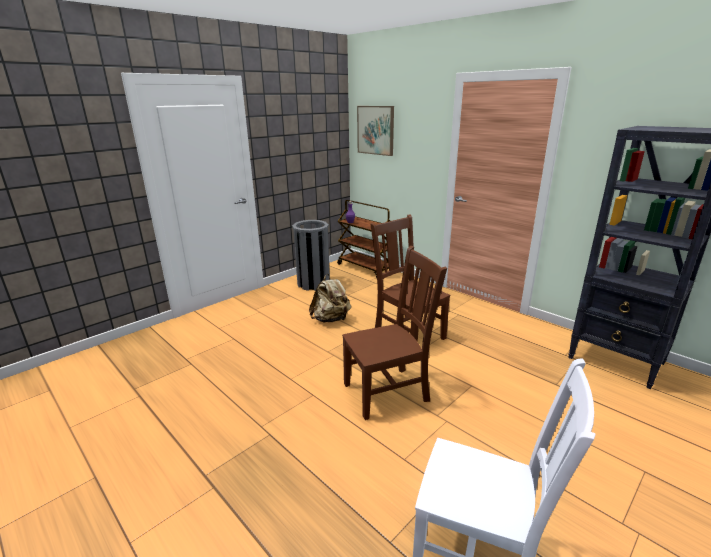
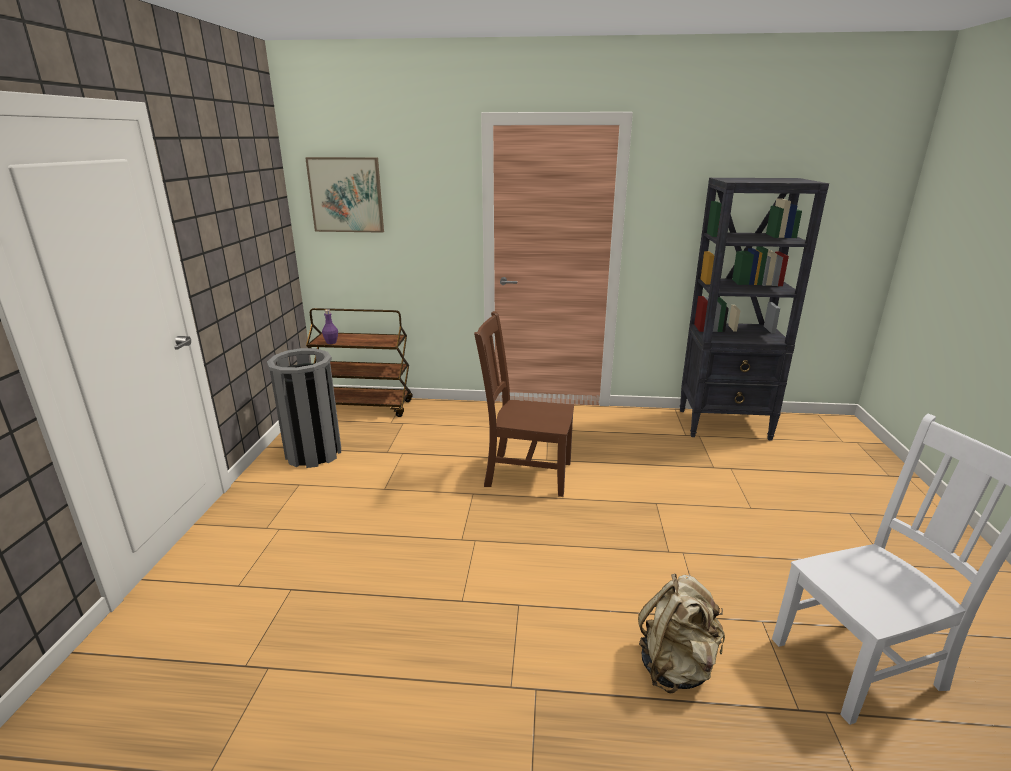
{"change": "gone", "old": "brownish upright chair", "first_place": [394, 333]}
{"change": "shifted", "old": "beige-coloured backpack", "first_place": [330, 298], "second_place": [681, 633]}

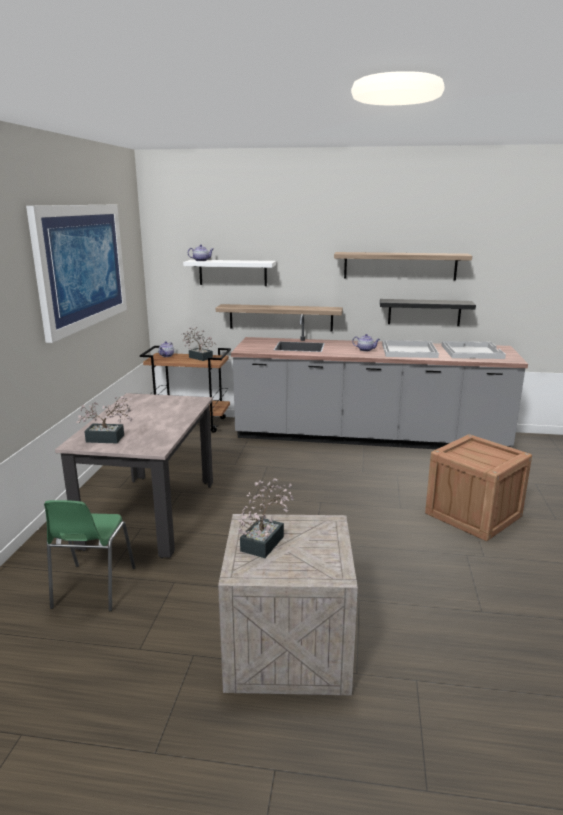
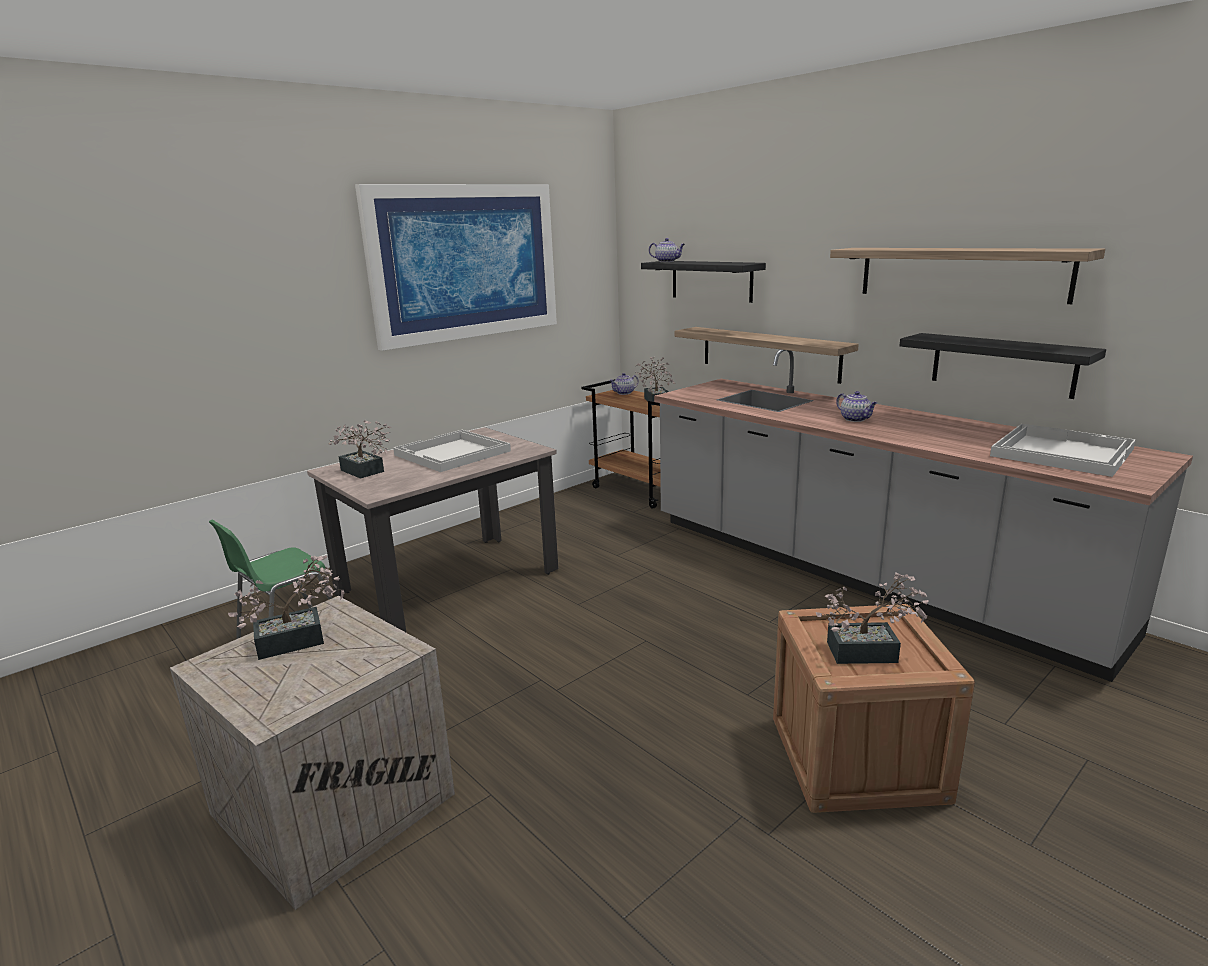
{"change": "new", "new": "plant in a pot", "second_place": [872, 618]}
{"change": "shifted", "old": "white tray", "first_place": [410, 349], "second_place": [452, 451]}
{"change": "repainted", "old": "white shelf", "new": "blackish shelf", "first_place": [229, 273], "second_place": [703, 282]}

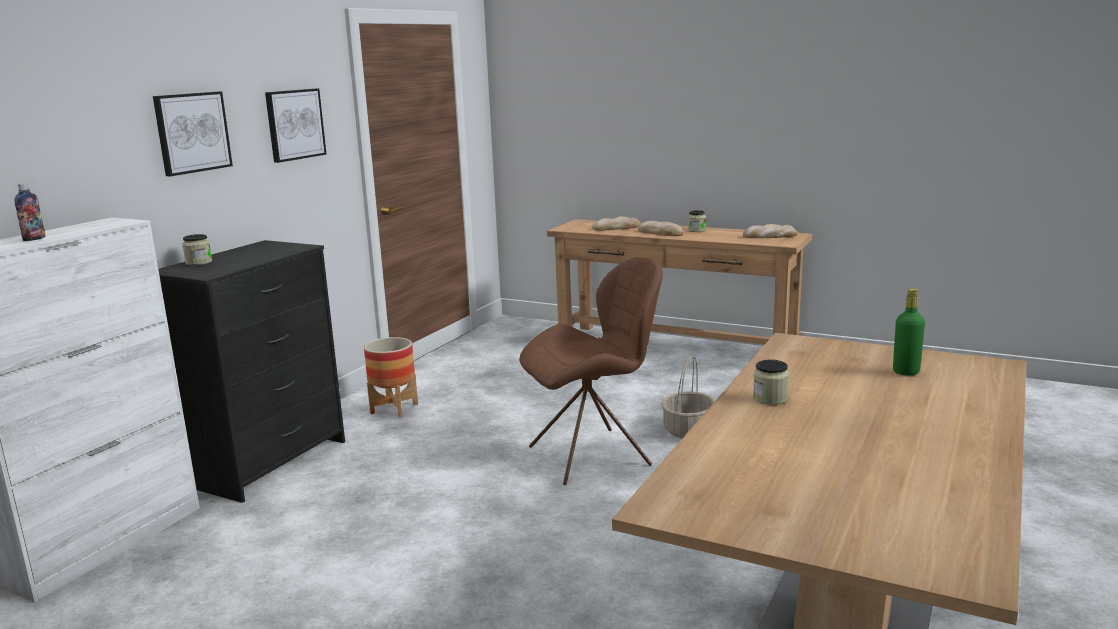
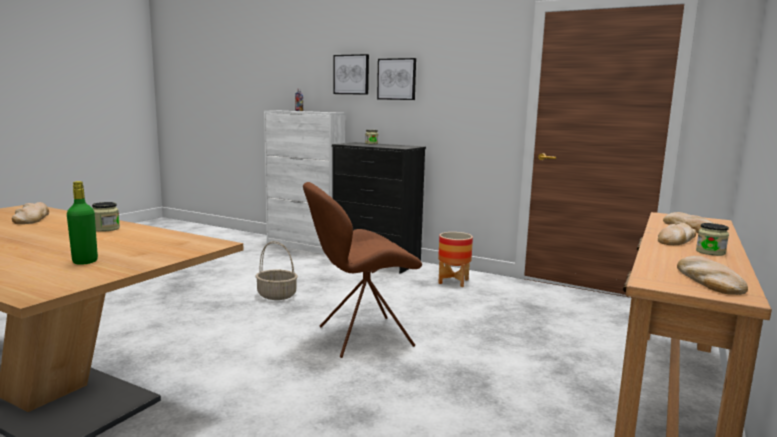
{"change": "new", "new": "baked bread", "second_place": [30, 213]}
{"change": "shifted", "old": "wall picture", "first_place": [296, 126], "second_place": [351, 74]}
{"change": "shifted", "old": "basket", "first_place": [688, 396], "second_place": [276, 270]}
{"change": "rotated", "old": "brownish upright chair", "first_place": [591, 371], "second_place": [362, 270], "degrees": 90}

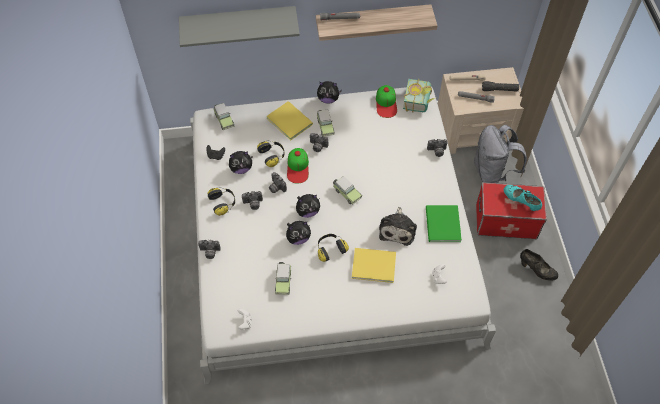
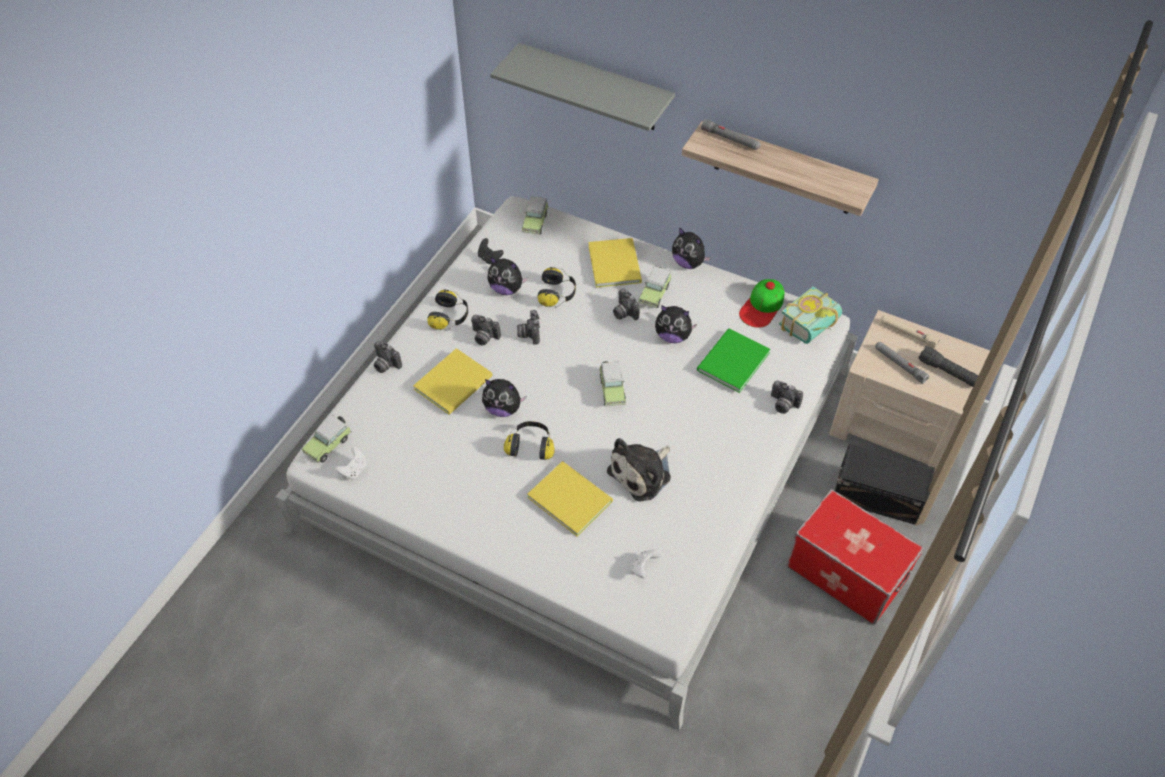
{"change": "gone", "old": "peaked cap", "first_place": [298, 166]}
{"change": "gone", "old": "turquoise shoe", "first_place": [523, 198]}
{"change": "gone", "old": "blackish shoe", "first_place": [539, 265]}
{"change": "new", "new": "yellow-coloured book", "second_place": [453, 381]}
{"change": "shifted", "old": "toy car", "first_place": [283, 278], "second_place": [327, 439]}
{"change": "shifted", "old": "soft toy", "first_place": [308, 206], "second_place": [676, 324]}
{"change": "shifted", "old": "greenish book", "first_place": [444, 223], "second_place": [733, 360]}
{"change": "swapped", "old": "grey backpack", "new": "blackish storage bin", "first_place": [500, 154], "second_place": [885, 484]}

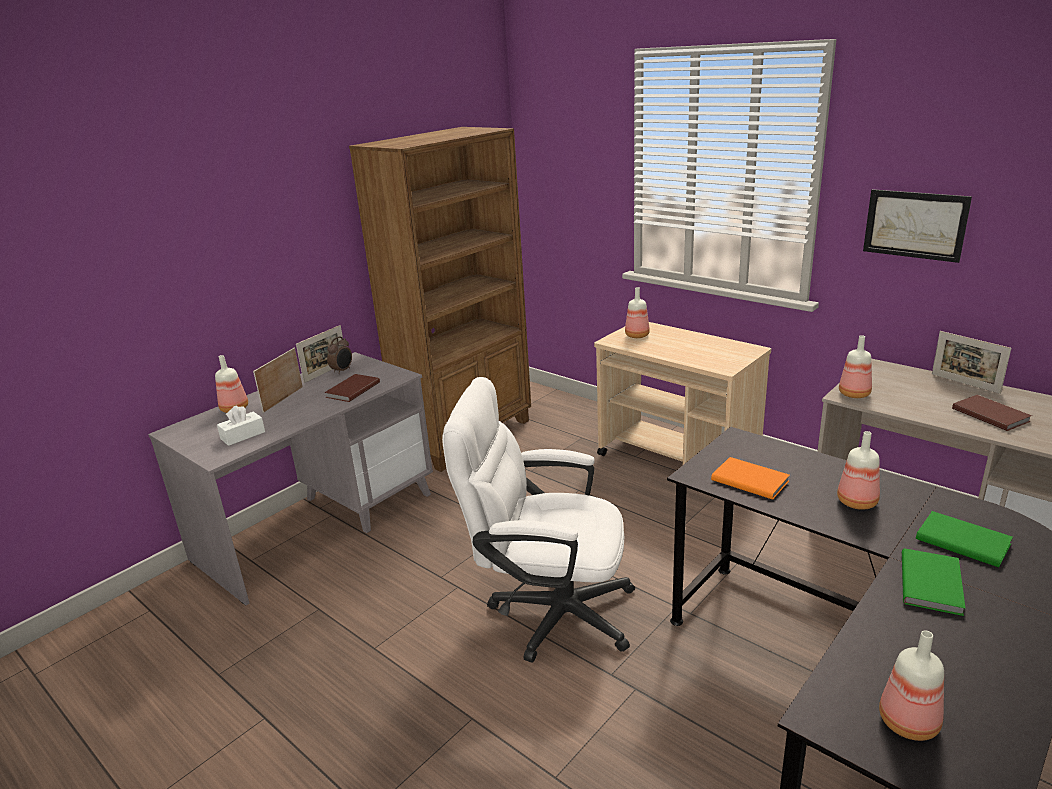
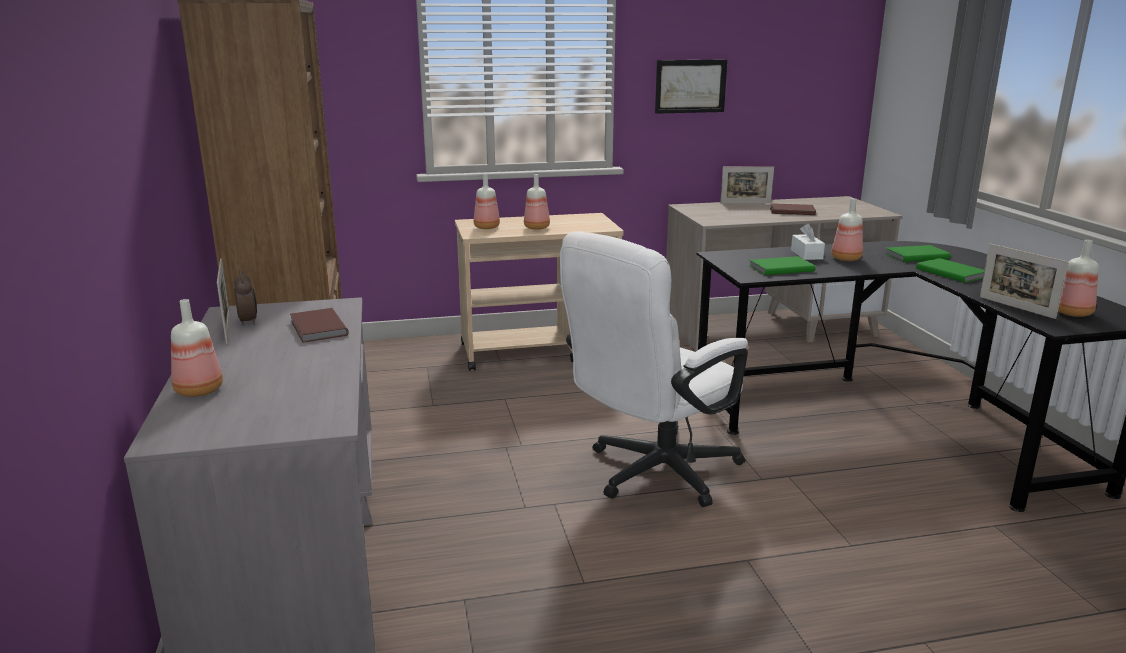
{"change": "shifted", "old": "white tissue holder", "first_place": [241, 425], "second_place": [808, 241]}
{"change": "shifted", "old": "standing frame", "first_place": [278, 380], "second_place": [1024, 281]}
{"change": "shifted", "old": "beverage bottle", "first_place": [855, 366], "second_place": [537, 202]}
{"change": "repainted", "old": "orangey book", "new": "greenish book", "first_place": [750, 478], "second_place": [783, 265]}

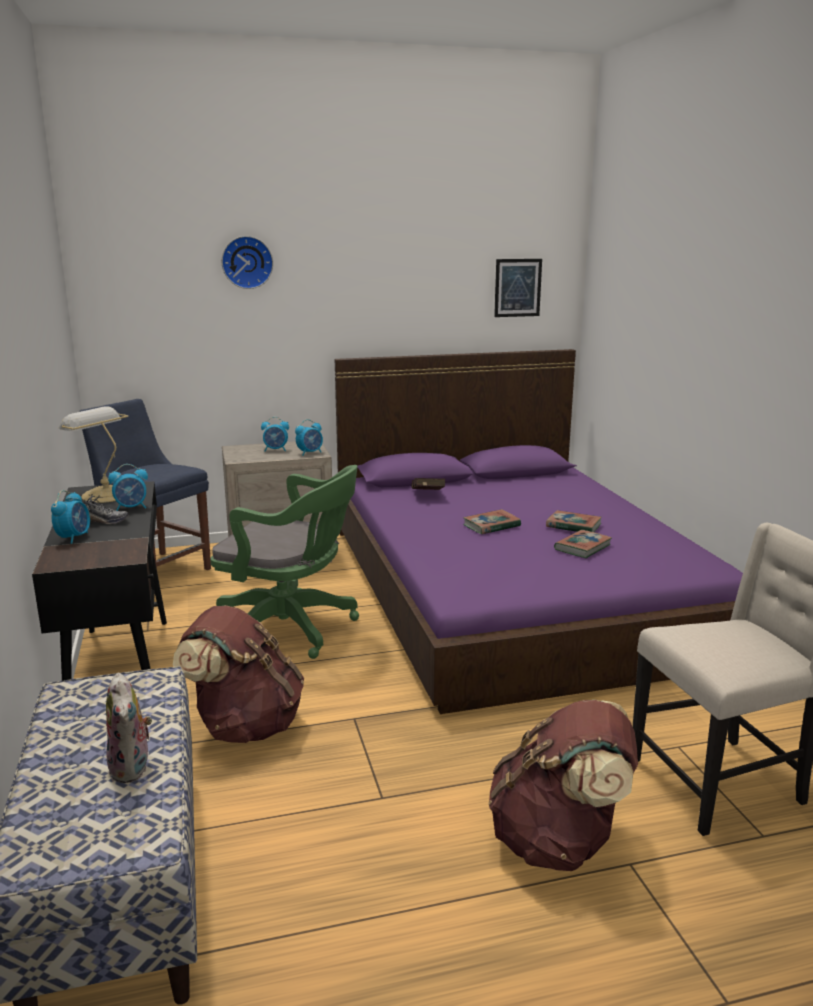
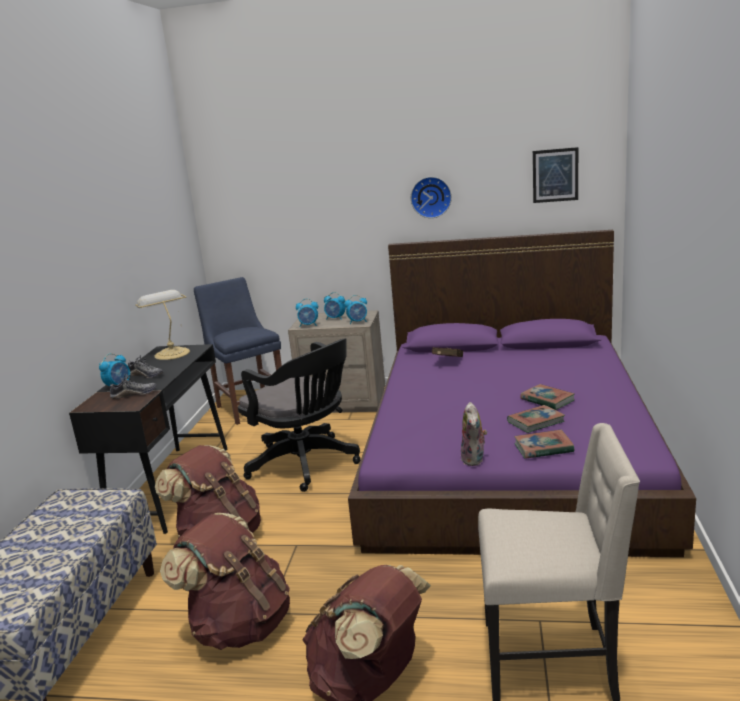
{"change": "new", "new": "shoe", "second_place": [133, 386]}
{"change": "new", "new": "brownish backpack", "second_place": [225, 581]}
{"change": "shifted", "old": "soft toy", "first_place": [129, 728], "second_place": [474, 434]}
{"change": "shifted", "old": "alarm clock", "first_place": [128, 487], "second_place": [307, 313]}
{"change": "shifted", "old": "wall clock", "first_place": [247, 262], "second_place": [431, 197]}
{"change": "shifted", "old": "book", "first_place": [492, 521], "second_place": [544, 444]}
{"change": "repainted", "old": "greenish desk chair", "new": "blackish desk chair", "first_place": [284, 562], "second_place": [299, 415]}

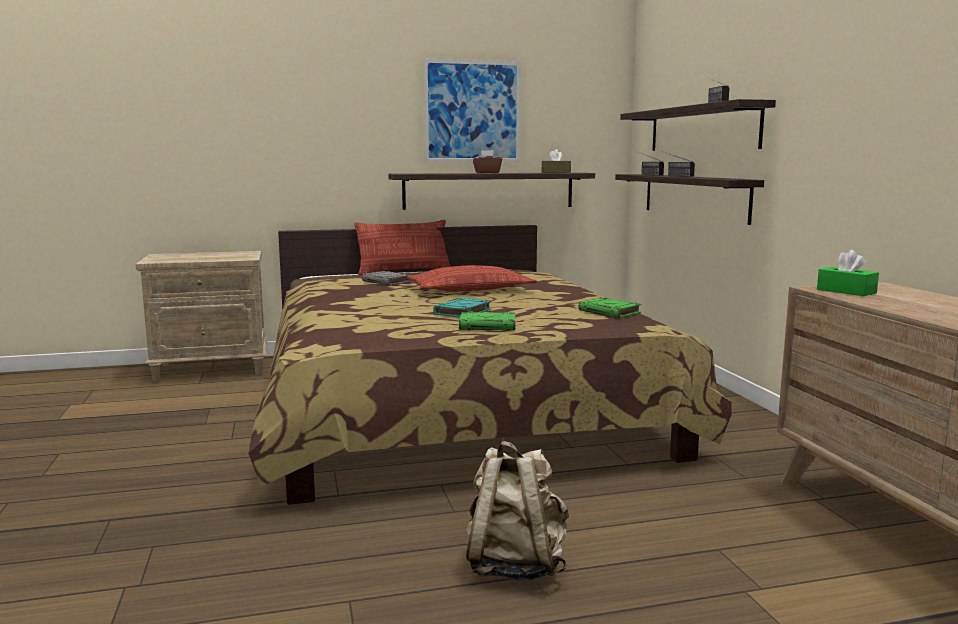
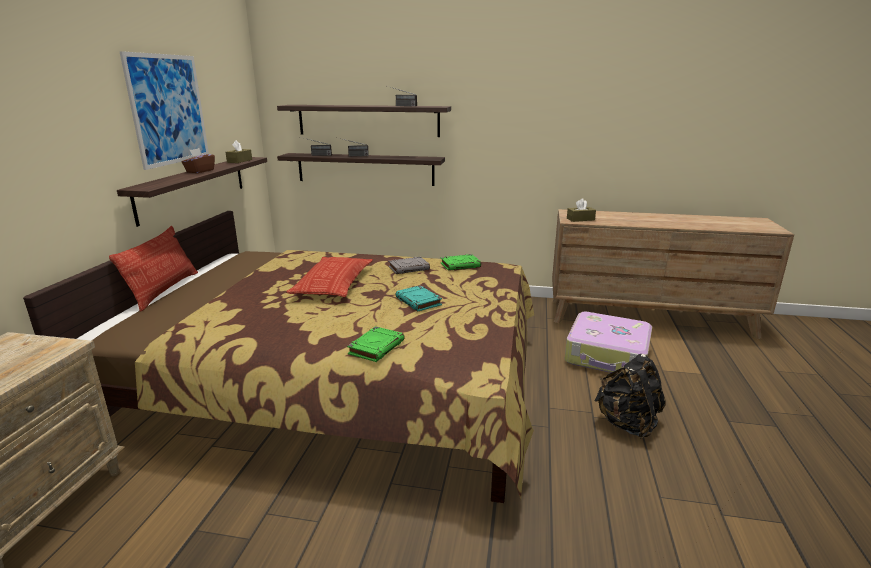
{"change": "new", "new": "travel case", "second_place": [608, 342]}
{"change": "shifted", "old": "grey book", "first_place": [386, 278], "second_place": [409, 265]}
{"change": "shifted", "old": "greenish book", "first_place": [487, 321], "second_place": [376, 344]}
{"change": "repainted", "old": "beige-coloured backpack", "new": "blackish backpack", "first_place": [517, 511], "second_place": [630, 396]}
{"change": "repainted", "old": "greenish tissue holder", "new": "brownish tissue holder", "first_place": [848, 273], "second_place": [581, 210]}

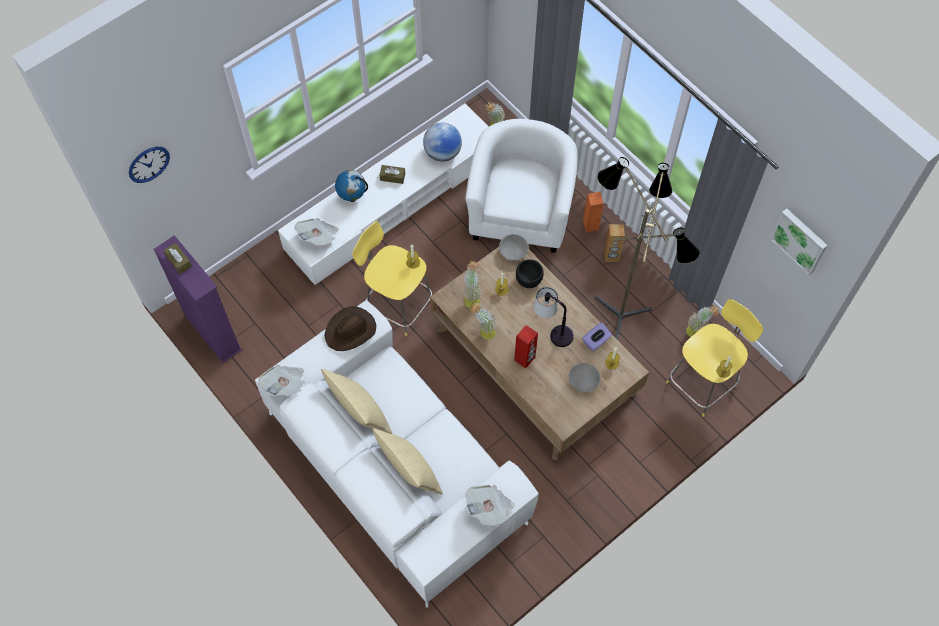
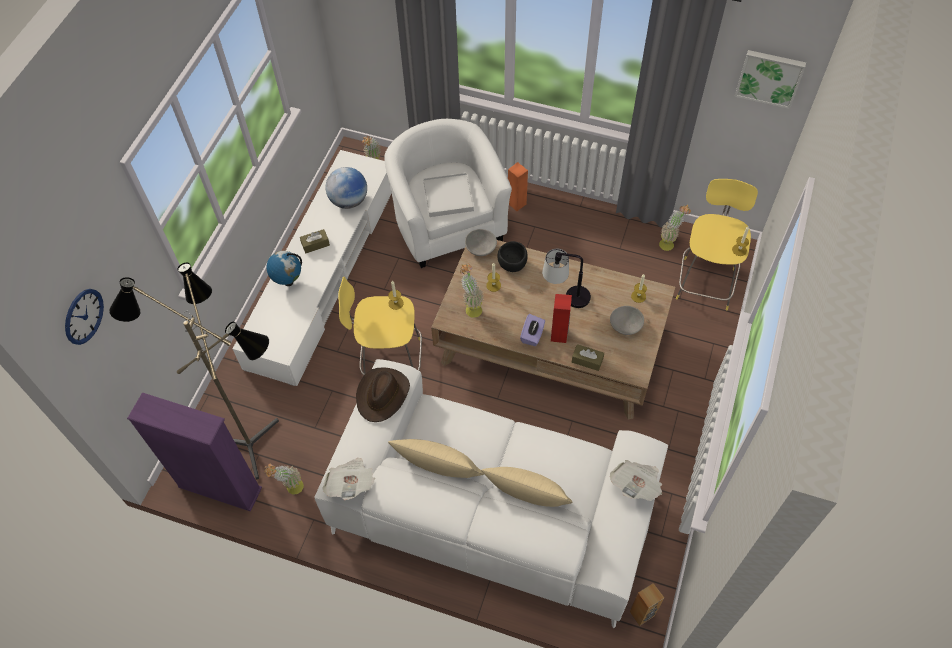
{"change": "gone", "old": "newspaper", "first_place": [316, 232]}
{"change": "new", "new": "white tray", "second_place": [448, 195]}
{"change": "shifted", "old": "brownish tissue holder", "first_place": [178, 258], "second_place": [588, 357]}
{"change": "shifted", "old": "plant in a pot", "first_place": [483, 321], "second_place": [284, 479]}
{"change": "shifted", "old": "purple-coloured tissue holder", "first_place": [597, 336], "second_place": [532, 330]}
{"change": "shifted", "old": "floor lamp", "first_place": [647, 248], "second_place": [194, 371]}
{"change": "shifted", "old": "brownish audio speaker", "first_place": [614, 243], "second_place": [647, 604]}

